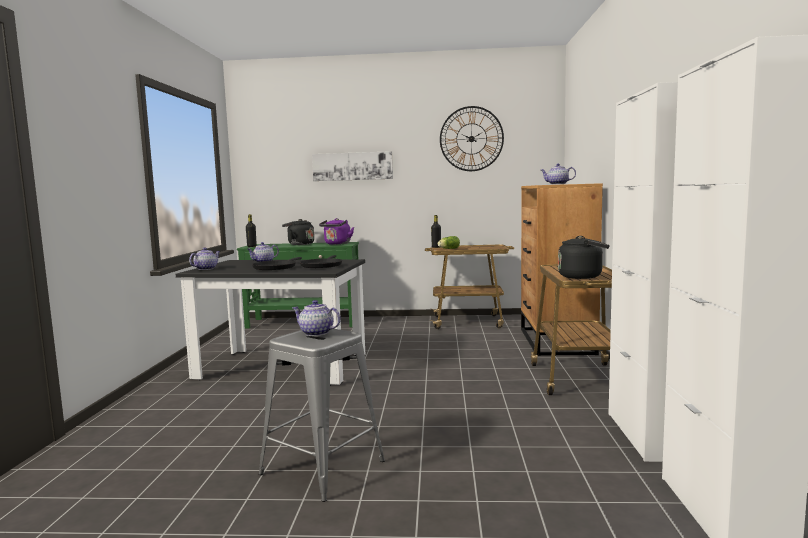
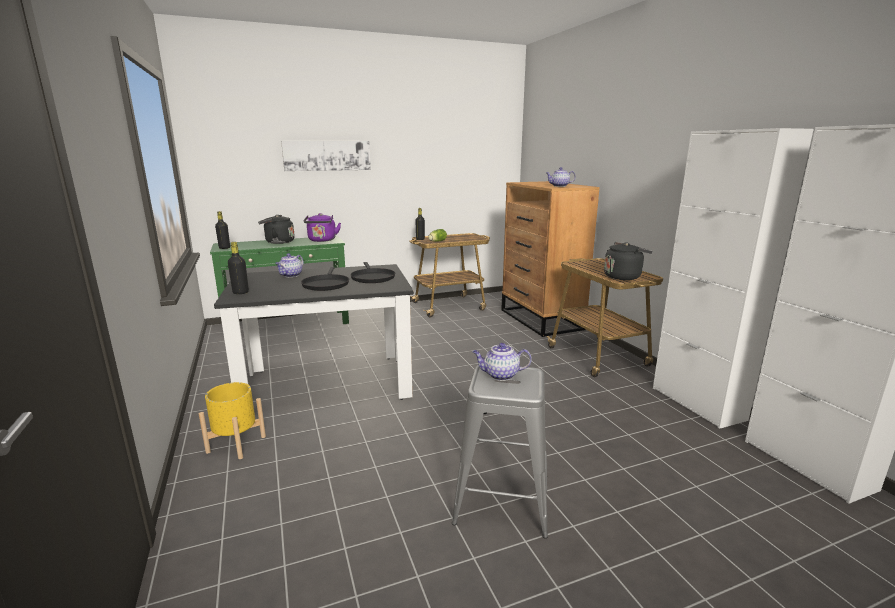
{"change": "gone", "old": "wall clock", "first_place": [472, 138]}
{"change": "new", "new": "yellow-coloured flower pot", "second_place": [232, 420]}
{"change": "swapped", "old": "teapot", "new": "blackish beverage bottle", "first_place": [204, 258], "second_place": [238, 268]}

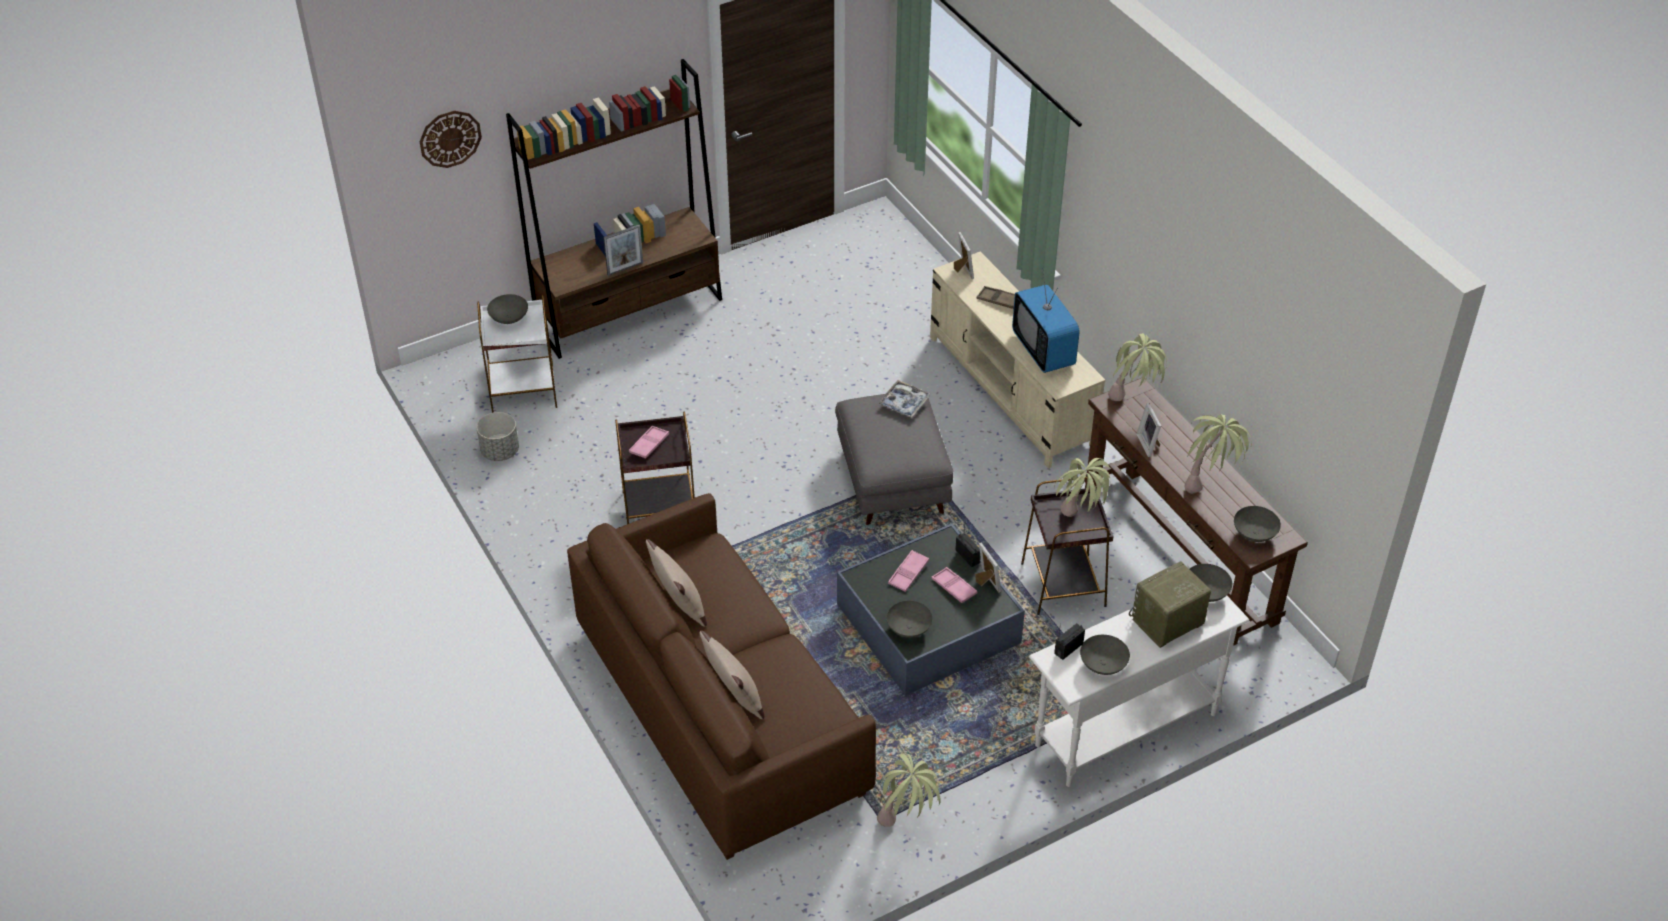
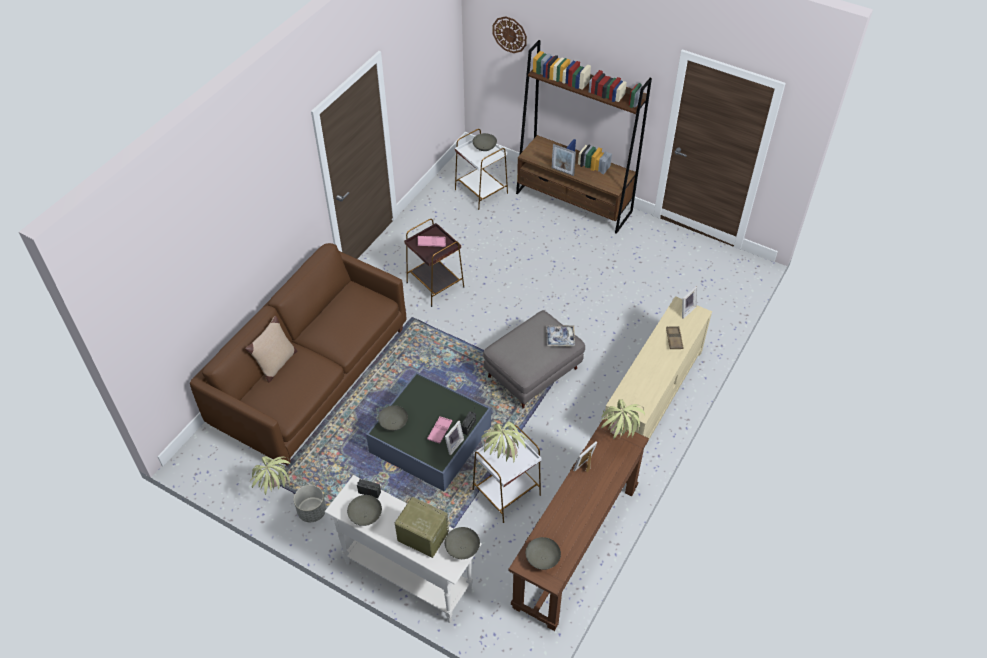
{"change": "gone", "old": "beige-coloured pillow", "first_place": [676, 583]}
{"change": "gone", "old": "pink tray", "first_place": [908, 571]}
{"change": "gone", "old": "TV", "first_place": [1046, 320]}
{"change": "gone", "old": "plant in a pot", "first_place": [1218, 454]}
{"change": "shifted", "old": "grey flower pot", "first_place": [497, 436], "second_place": [310, 503]}
{"change": "repainted", "old": "brownish accent table", "new": "white accent table", "first_place": [1067, 546], "second_place": [506, 474]}

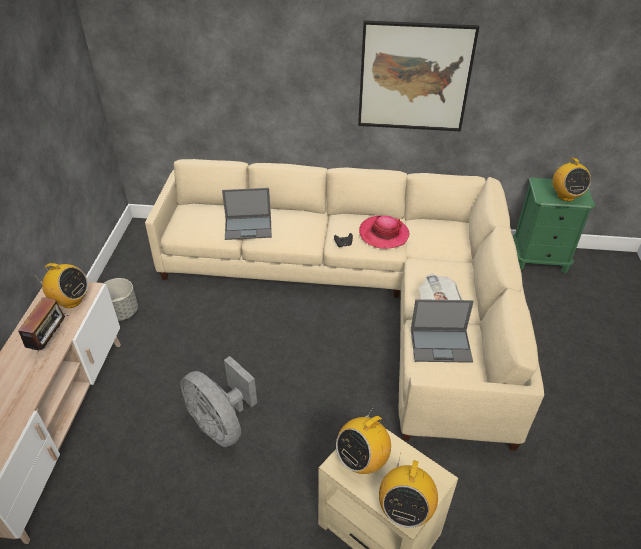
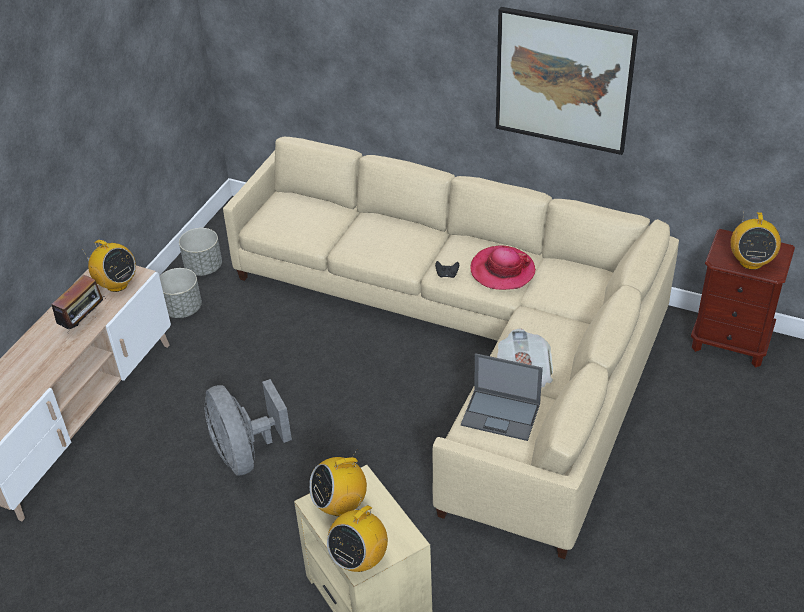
{"change": "gone", "old": "notebook computer", "first_place": [247, 214]}
{"change": "new", "new": "grey flower pot", "second_place": [200, 252]}
{"change": "repainted", "old": "greenish night table", "new": "brownish night table", "first_place": [554, 225], "second_place": [743, 298]}

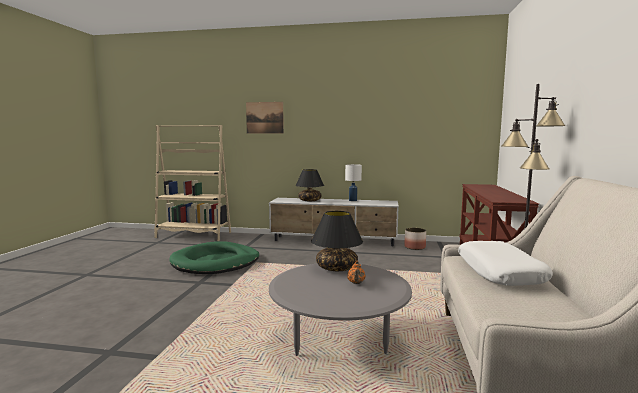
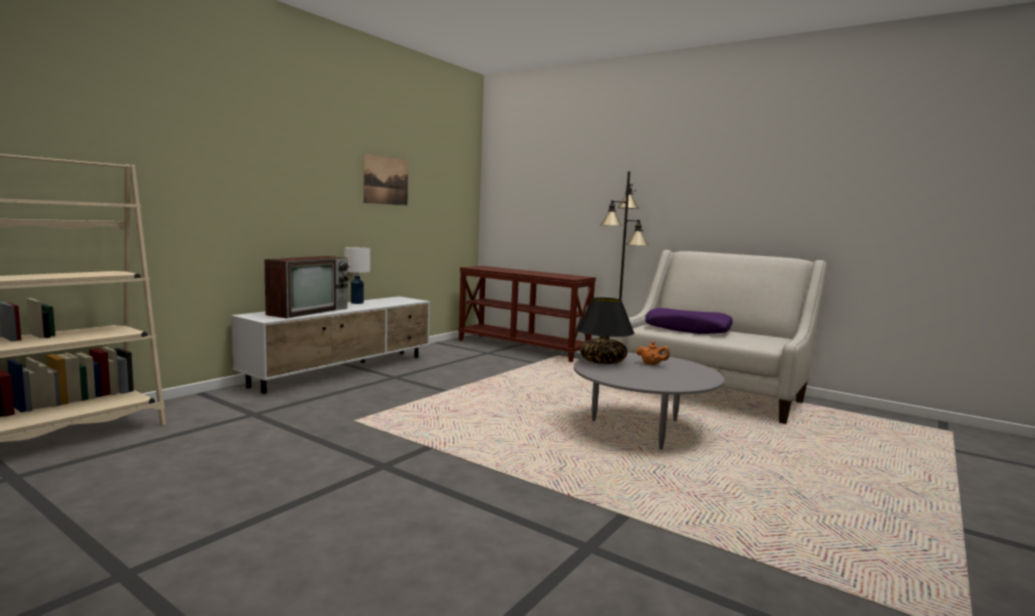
{"change": "gone", "old": "greenish pet bed", "first_place": [214, 257]}
{"change": "gone", "old": "flower pot", "first_place": [415, 239]}
{"change": "shifted", "old": "wall picture", "first_place": [265, 117], "second_place": [385, 180]}
{"change": "swapped", "old": "blackish tabletop lamp", "new": "TV", "first_place": [310, 185], "second_place": [307, 287]}
{"change": "repainted", "old": "white pillow", "new": "purple-coloured pillow", "first_place": [505, 263], "second_place": [689, 321]}

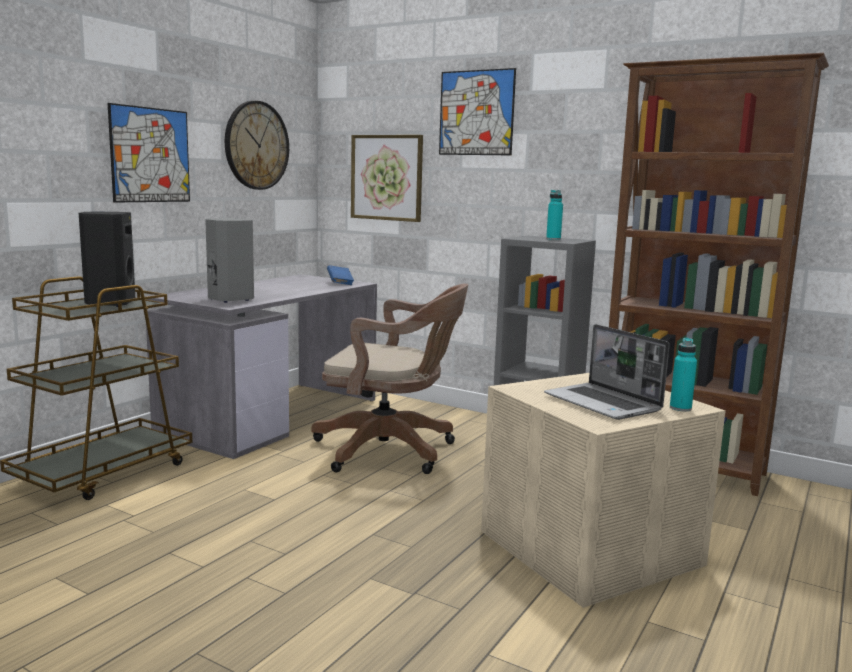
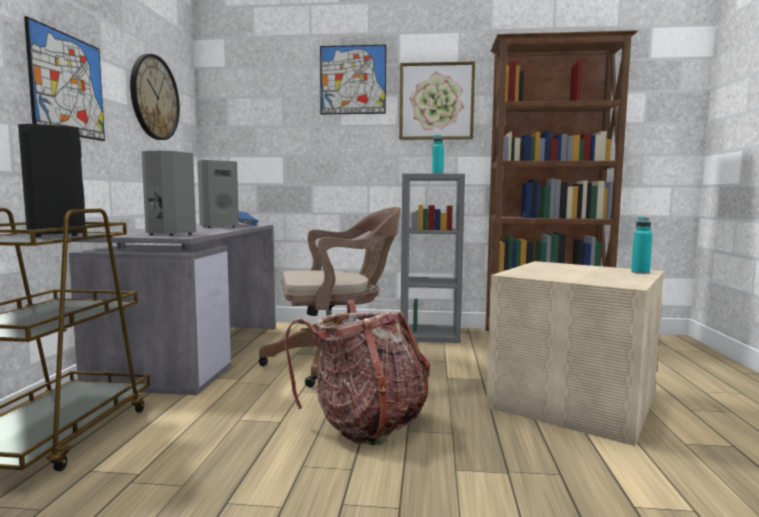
{"change": "gone", "old": "notebook computer", "first_place": [606, 372]}
{"change": "new", "new": "grey audio speaker", "second_place": [218, 194]}
{"change": "new", "new": "backpack", "second_place": [357, 372]}
{"change": "shifted", "old": "wall picture", "first_place": [387, 178], "second_place": [437, 101]}

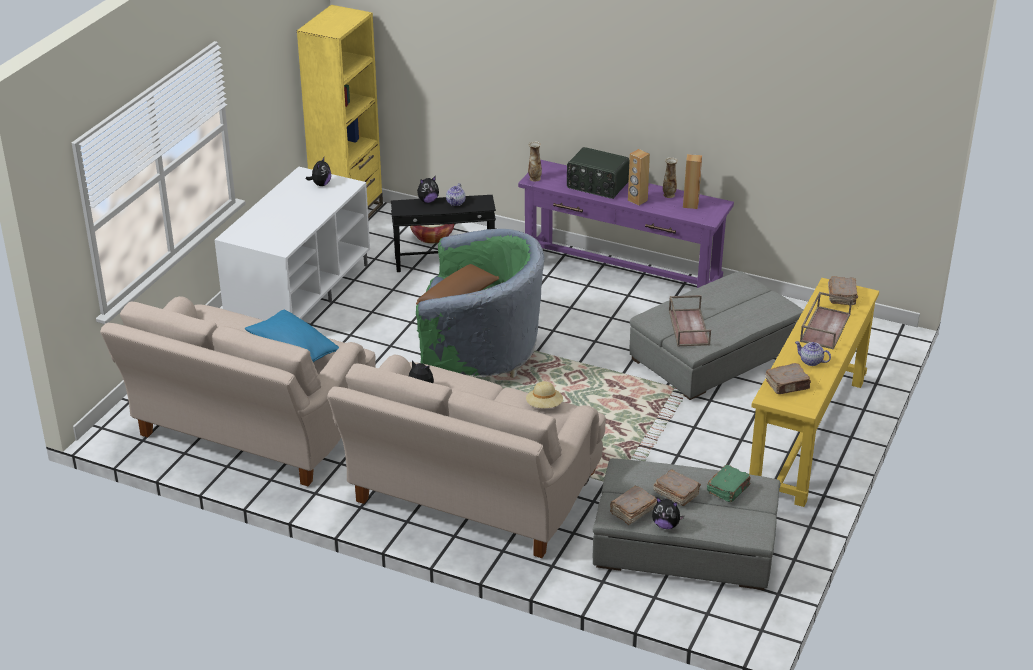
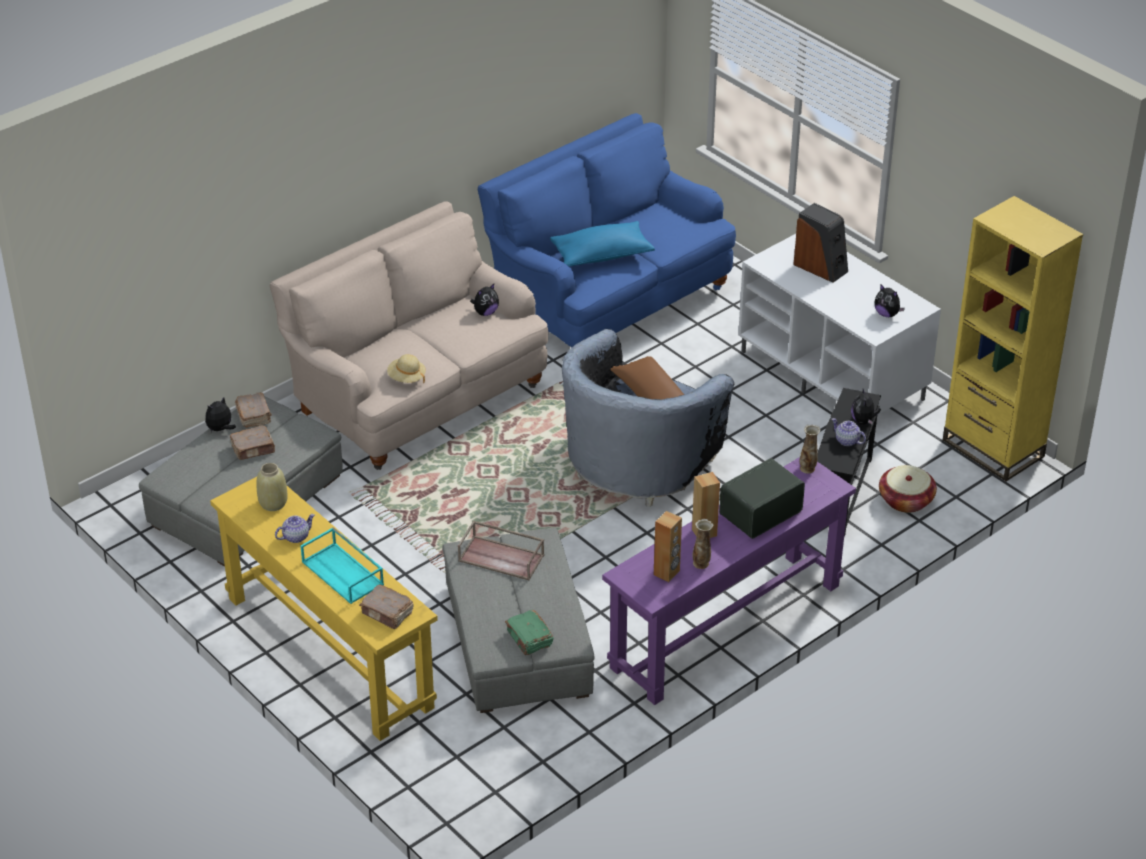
{"change": "new", "new": "audio speaker", "second_place": [820, 243]}
{"change": "shifted", "old": "greenish book", "first_place": [729, 483], "second_place": [529, 632]}
{"change": "swapped", "old": "brownish book", "new": "beige-coloured flower vase", "first_place": [788, 378], "second_place": [272, 487]}
{"change": "repainted", "old": "beige-coloured settee", "new": "blue-coloured settee", "first_place": [238, 391], "second_place": [607, 230]}
{"change": "repainted", "old": "greenish easy chair", "new": "blackish easy chair", "first_place": [480, 303], "second_place": [648, 418]}
{"change": "repainted", "old": "brownish tray", "new": "turquoise tray", "first_place": [826, 321], "second_place": [342, 565]}

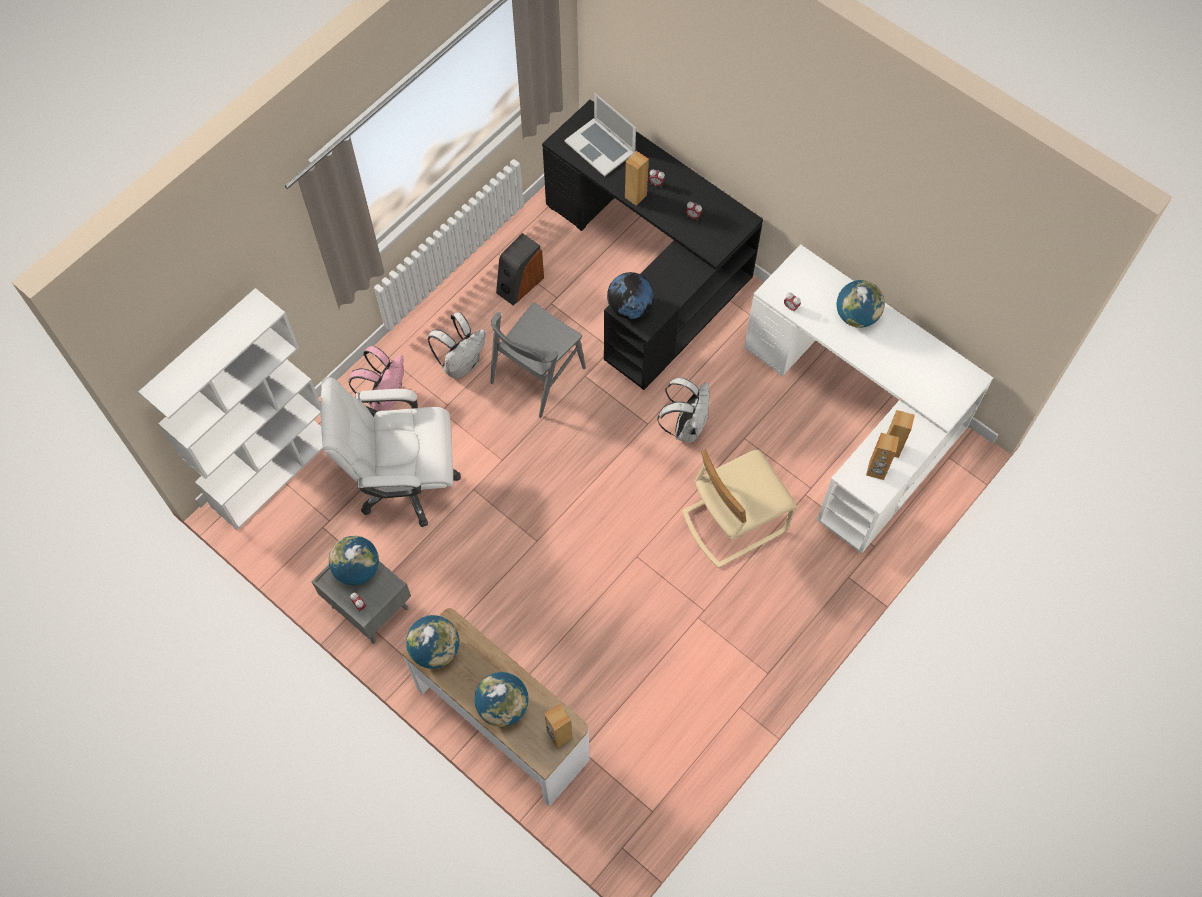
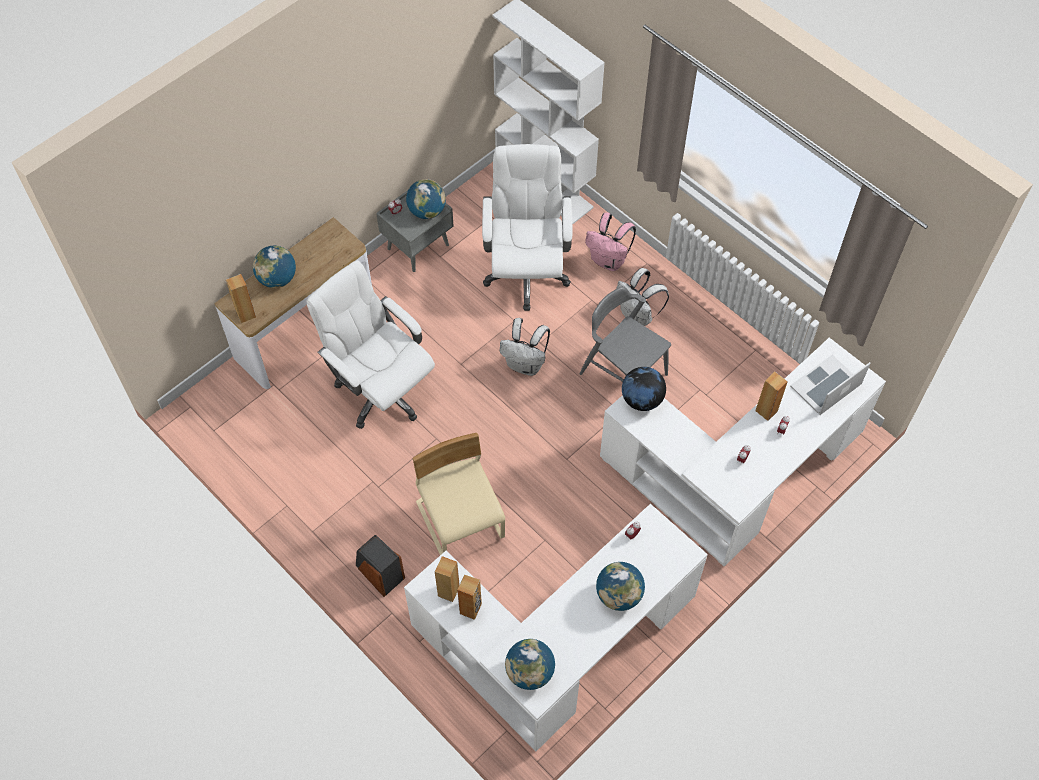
{"change": "new", "new": "white desk chair", "second_place": [370, 344]}
{"change": "shifted", "old": "world globe", "first_place": [432, 642], "second_place": [530, 664]}
{"change": "shifted", "old": "audio speaker", "first_place": [520, 269], "second_place": [380, 566]}
{"change": "shifted", "old": "white backpack", "first_place": [683, 410], "second_place": [525, 347]}
{"change": "repainted", "old": "blackish desk table", "new": "white desk table", "first_place": [652, 245], "second_place": [743, 452]}

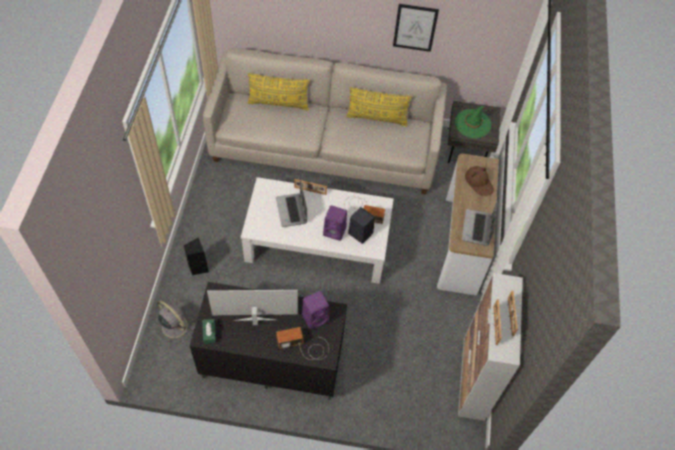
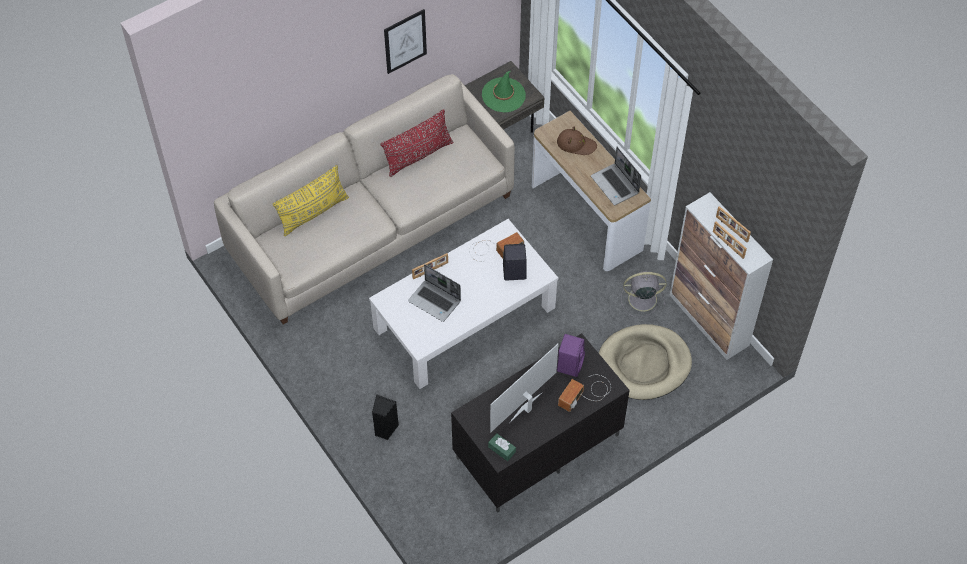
{"change": "gone", "old": "purple-coloured audio speaker", "first_place": [335, 223]}
{"change": "new", "new": "beige-coloured pet bed", "second_place": [645, 362]}
{"change": "shifted", "old": "grey fan", "first_place": [174, 322], "second_place": [644, 294]}
{"change": "repainted", "old": "yellow-coloured pillow", "new": "red pillow", "first_place": [379, 107], "second_place": [417, 143]}

